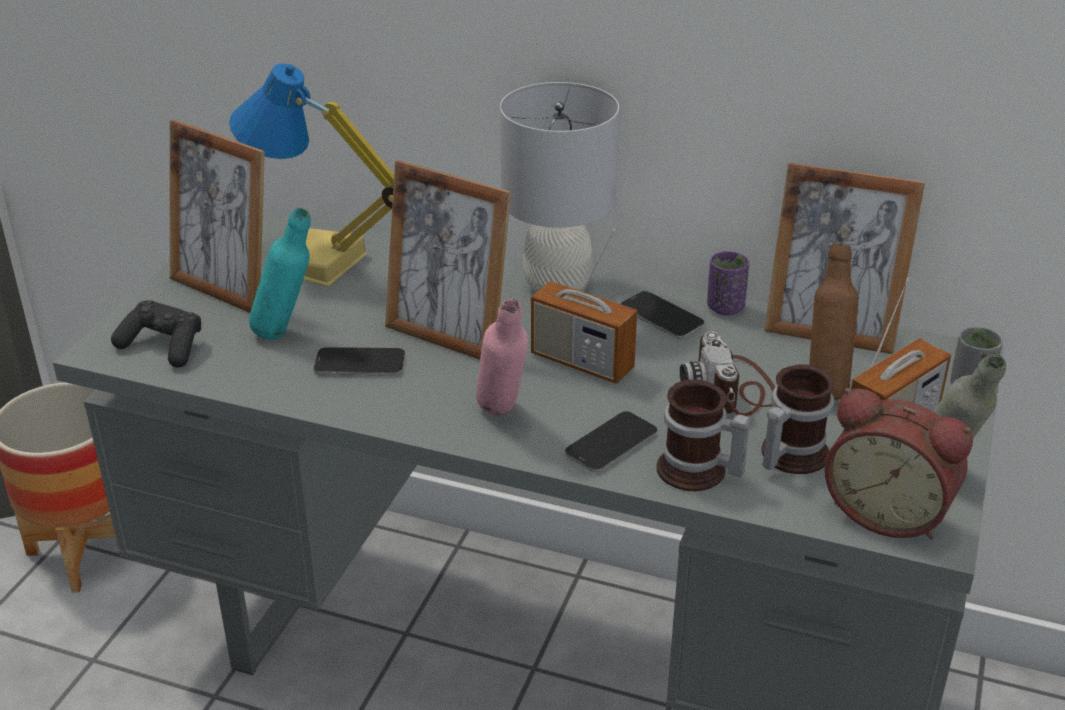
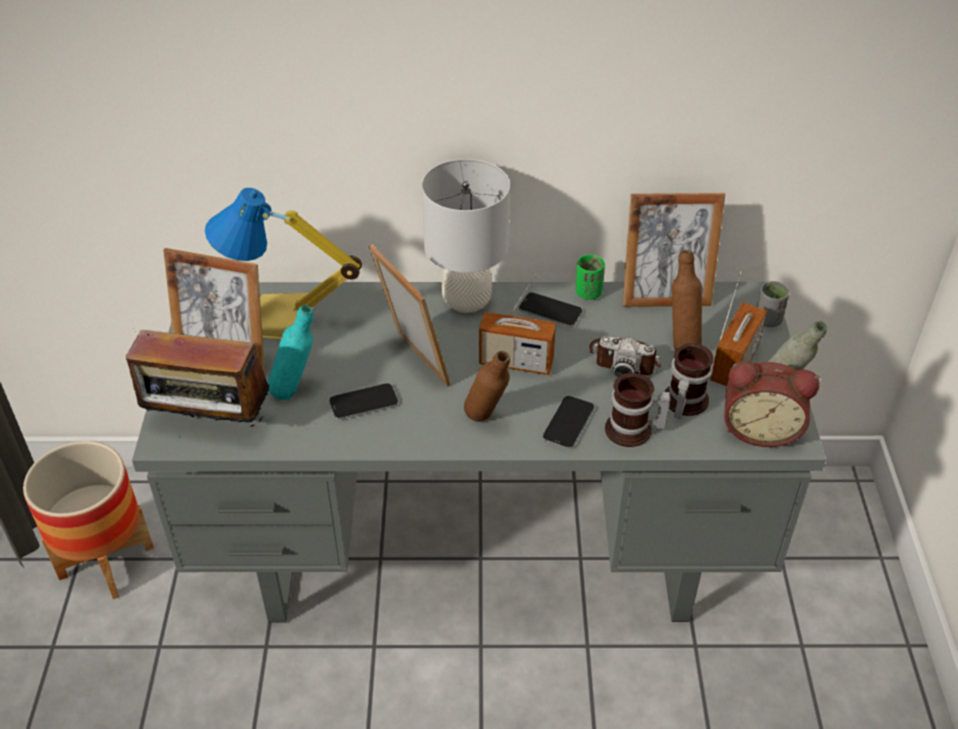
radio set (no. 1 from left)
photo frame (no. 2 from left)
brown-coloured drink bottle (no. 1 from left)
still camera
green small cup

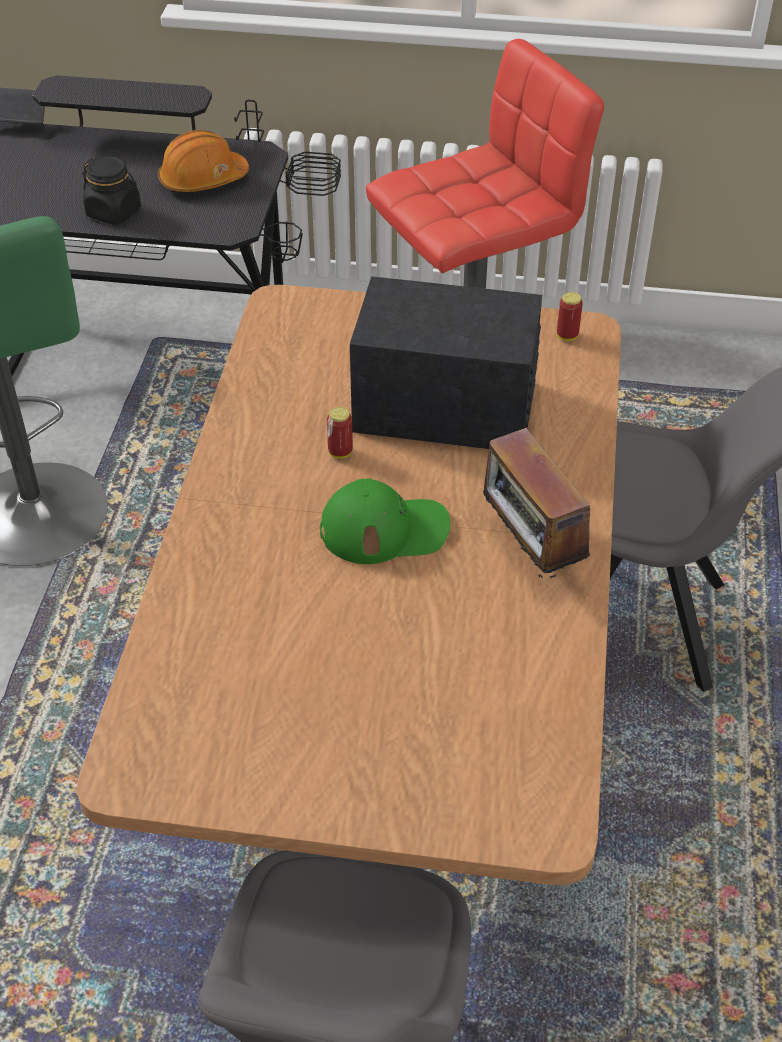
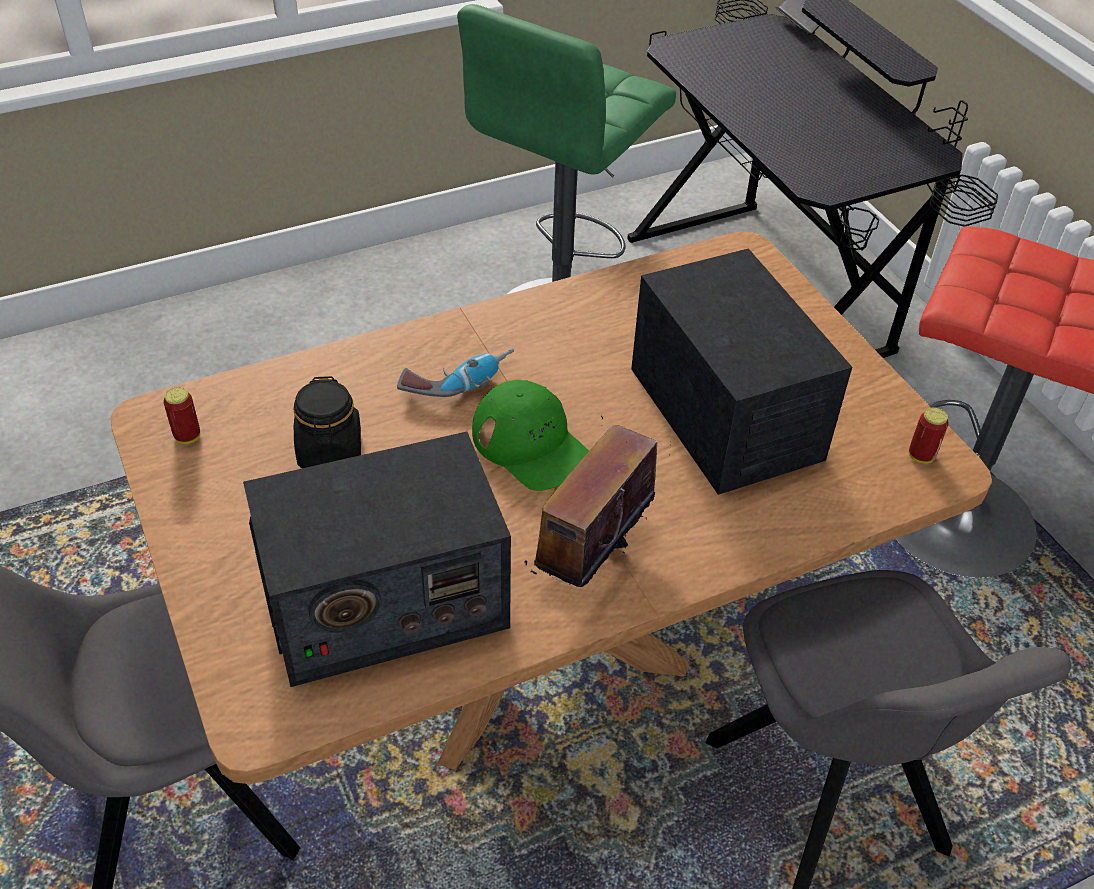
black preserve jar
orange work helmet
metal can (no. 1 from left)
radio set (no. 1 from left)
electric drill

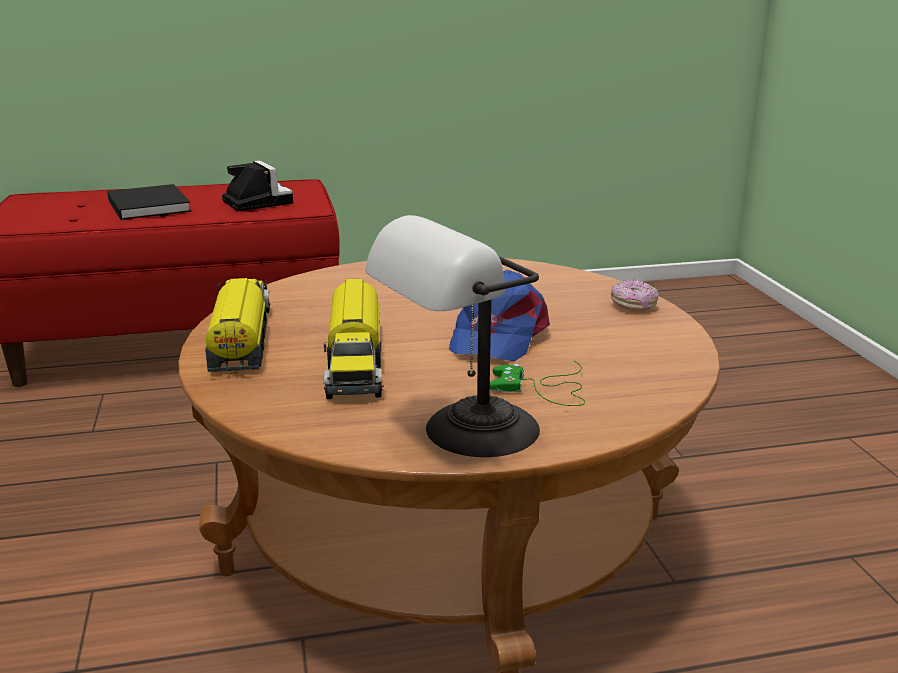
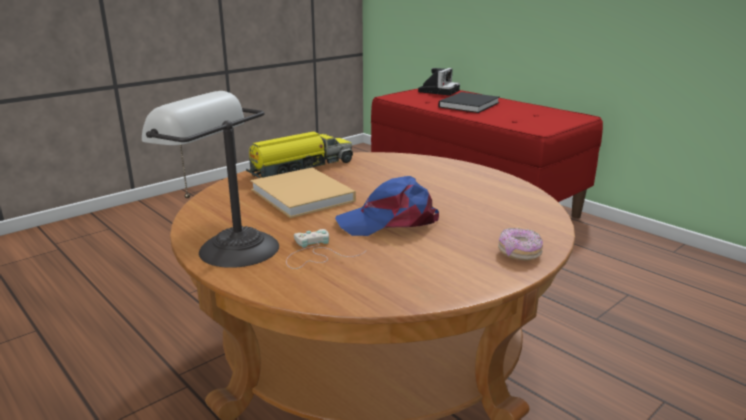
still camera
sand-coloured book
white-coloured joypad

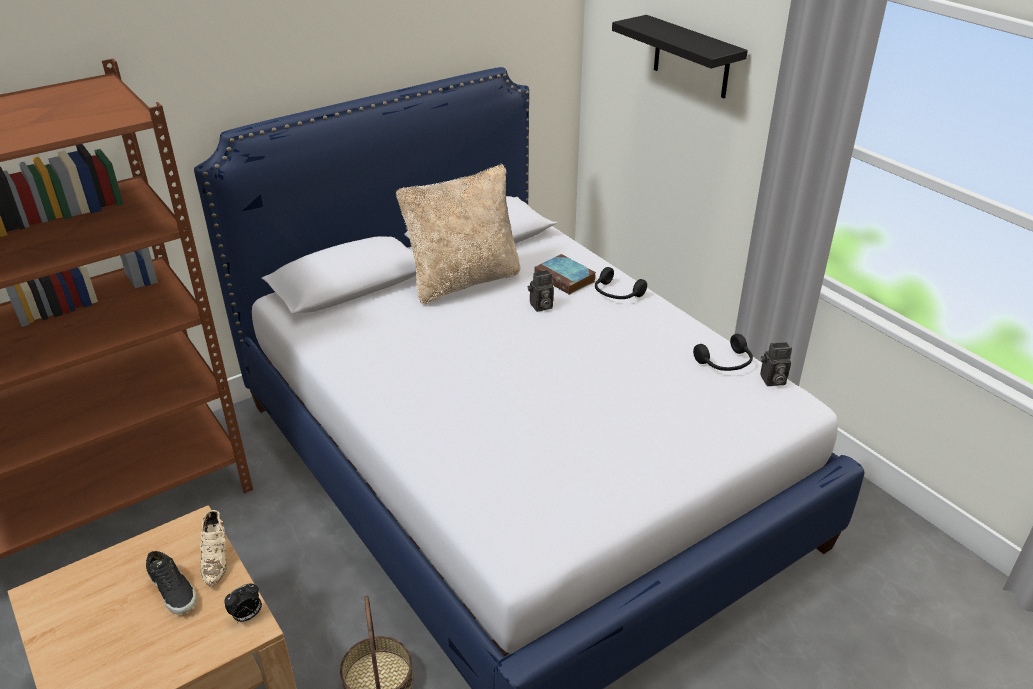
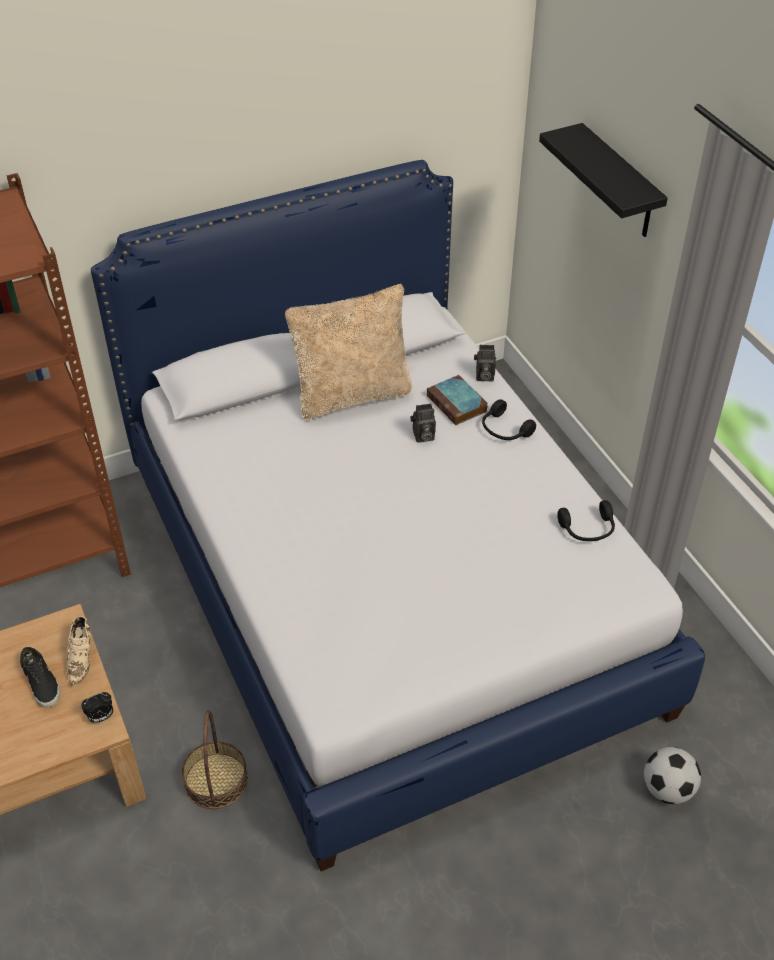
still camera (no. 2 from left)
football

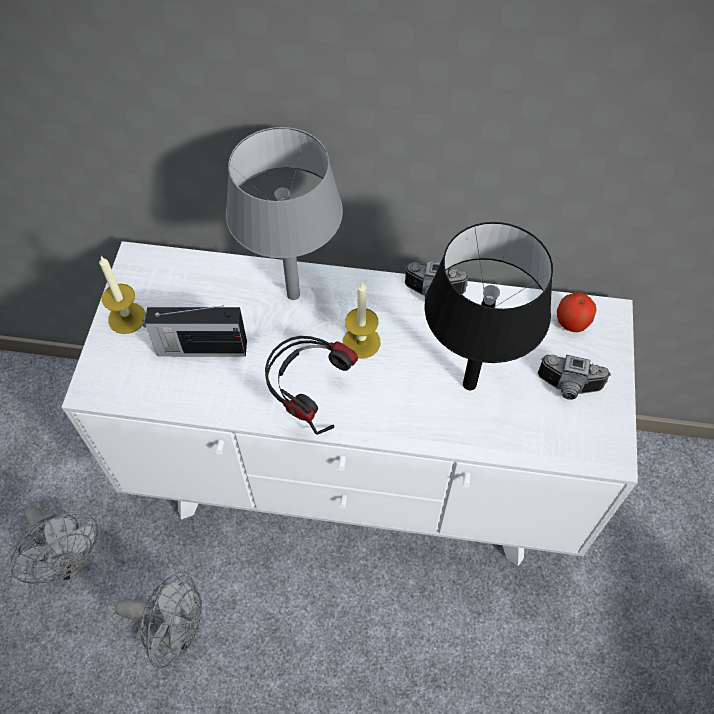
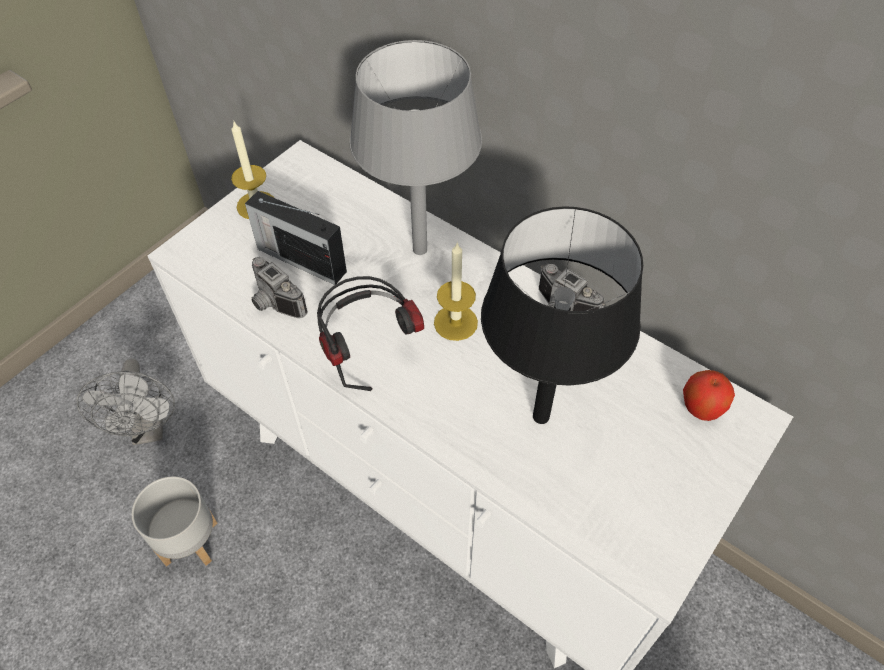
greyish planter
still camera (no. 1 from left)

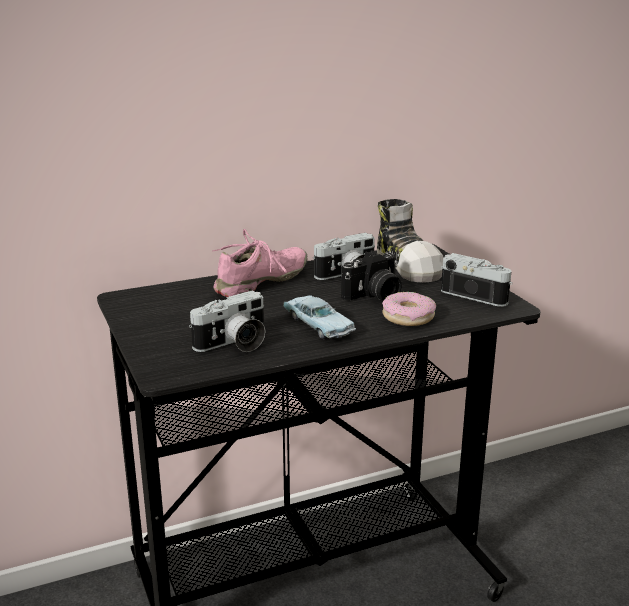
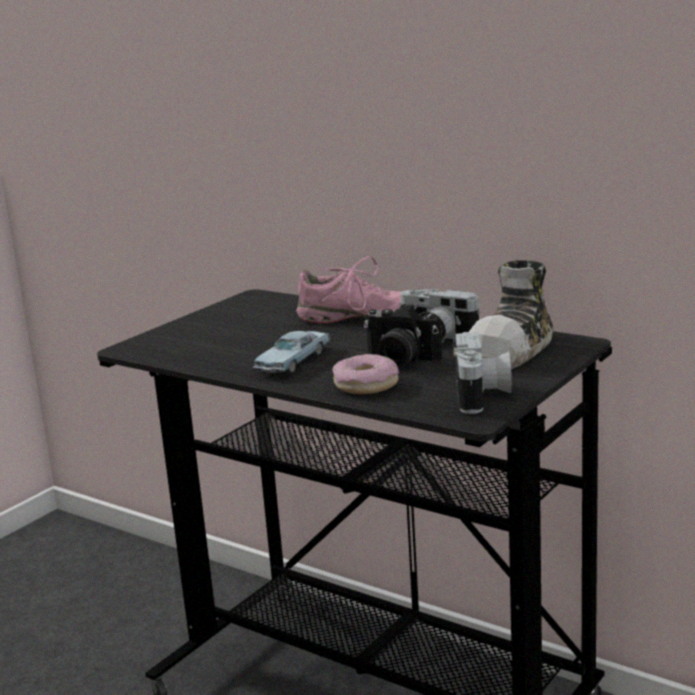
still camera (no. 1 from left in the first image)

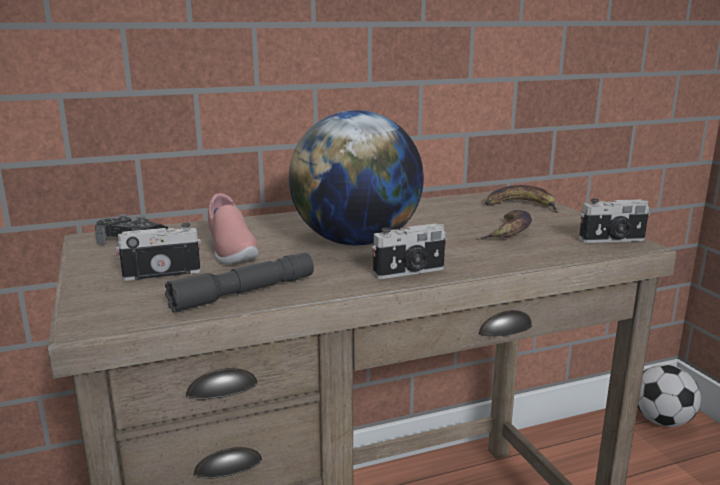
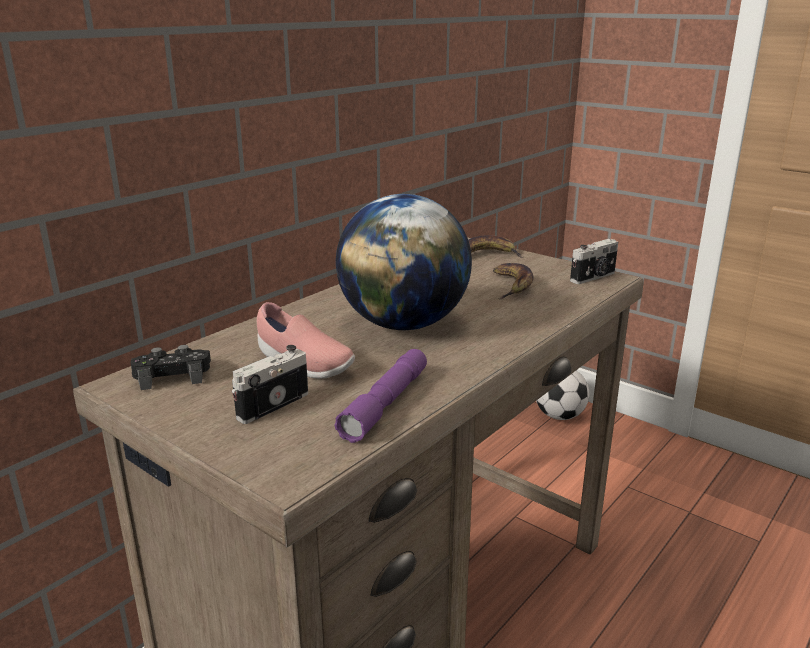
purplish torch
still camera (no. 2 from left in the first image)

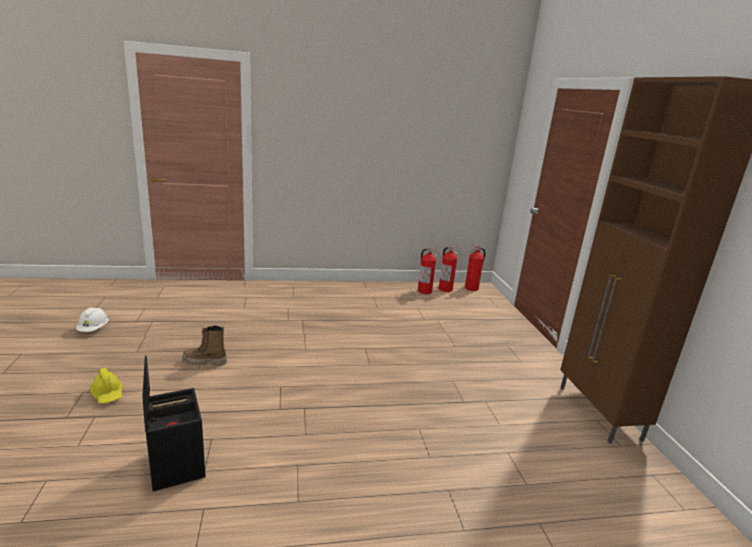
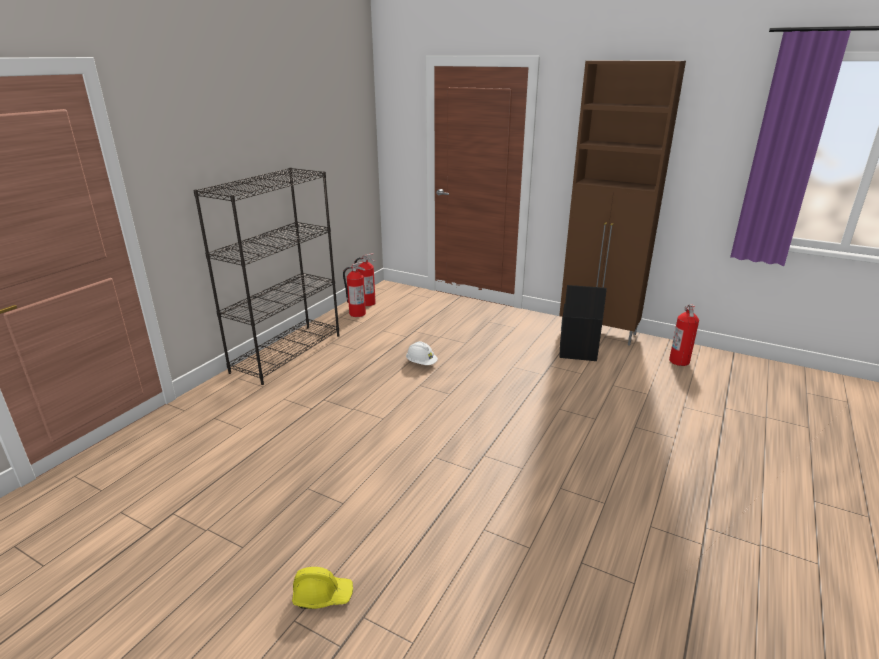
white-coloured work helmet
black storage box
tall boot
fire-fighting cylinder (no. 3 from left)
black bookcase

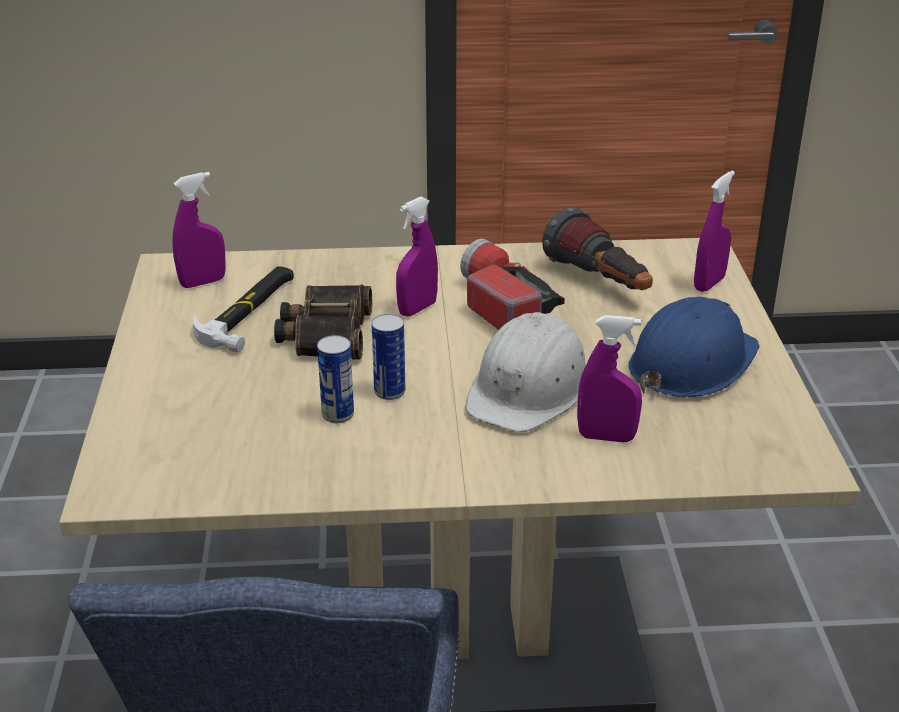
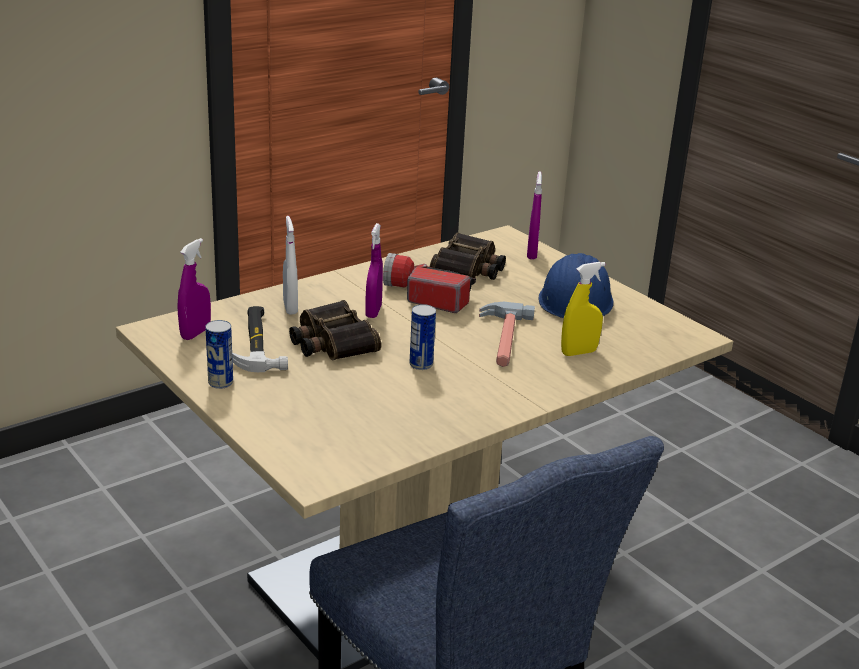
metal can (no. 1 from left)
hand hammer (no. 2 from left)
pair of binoculars (no. 2 from left)
yellow-coloured spray bottle
white-coloured spray bottle

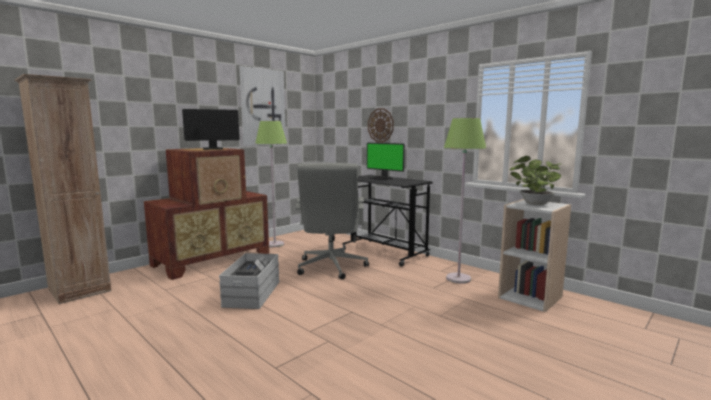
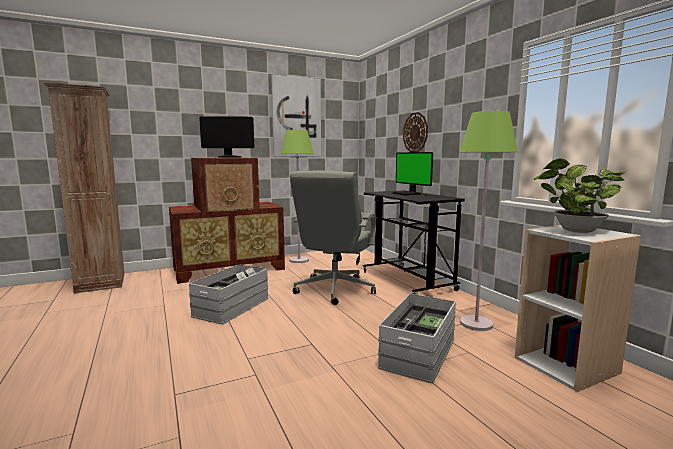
greyish storage box (no. 2 from left)

